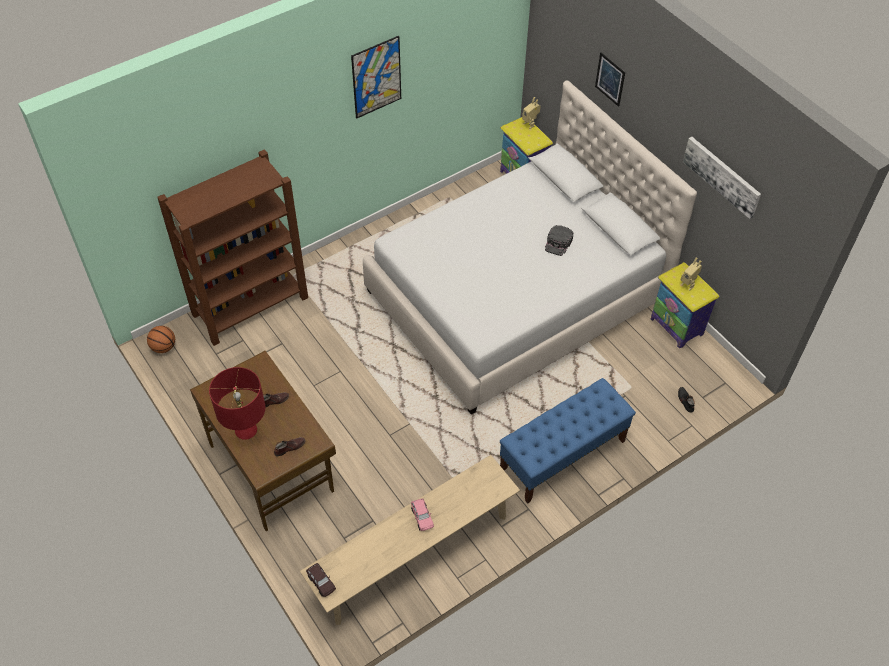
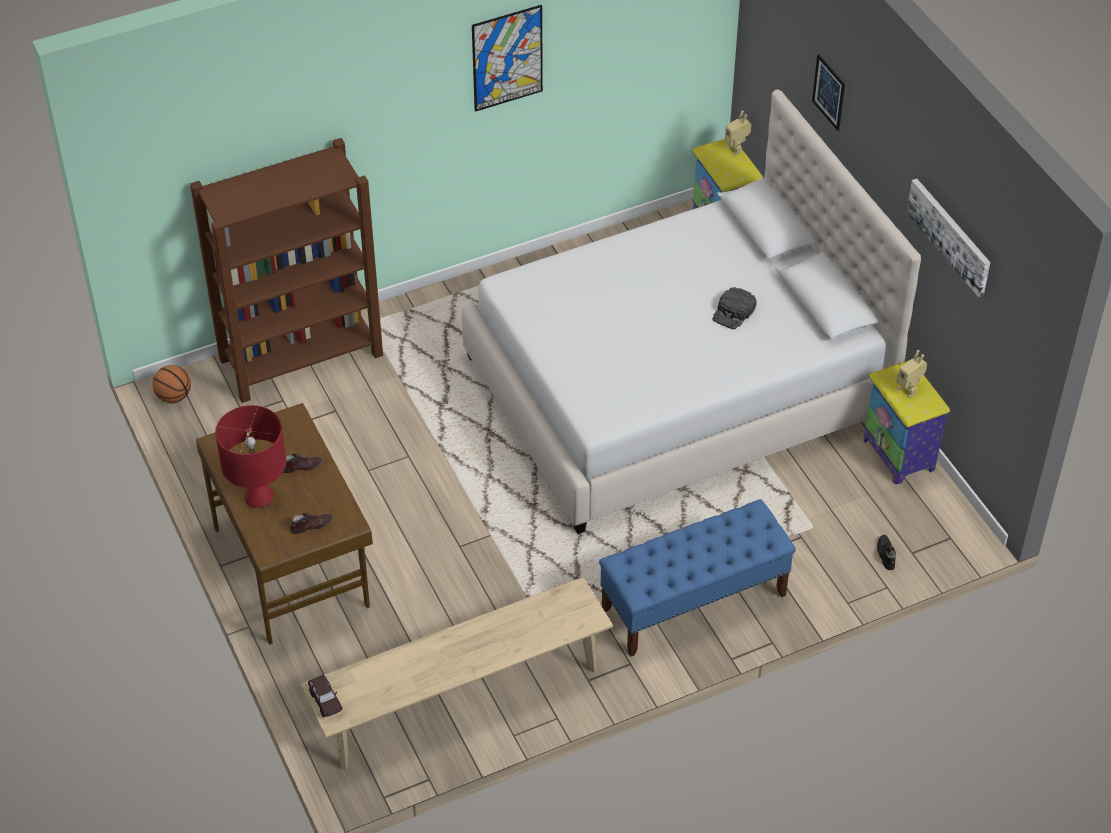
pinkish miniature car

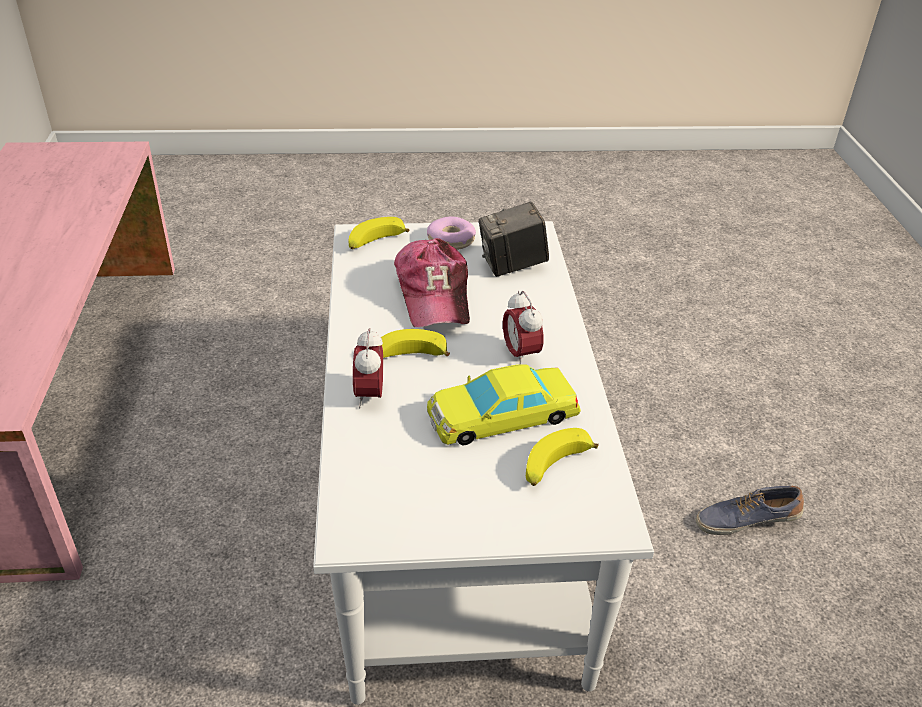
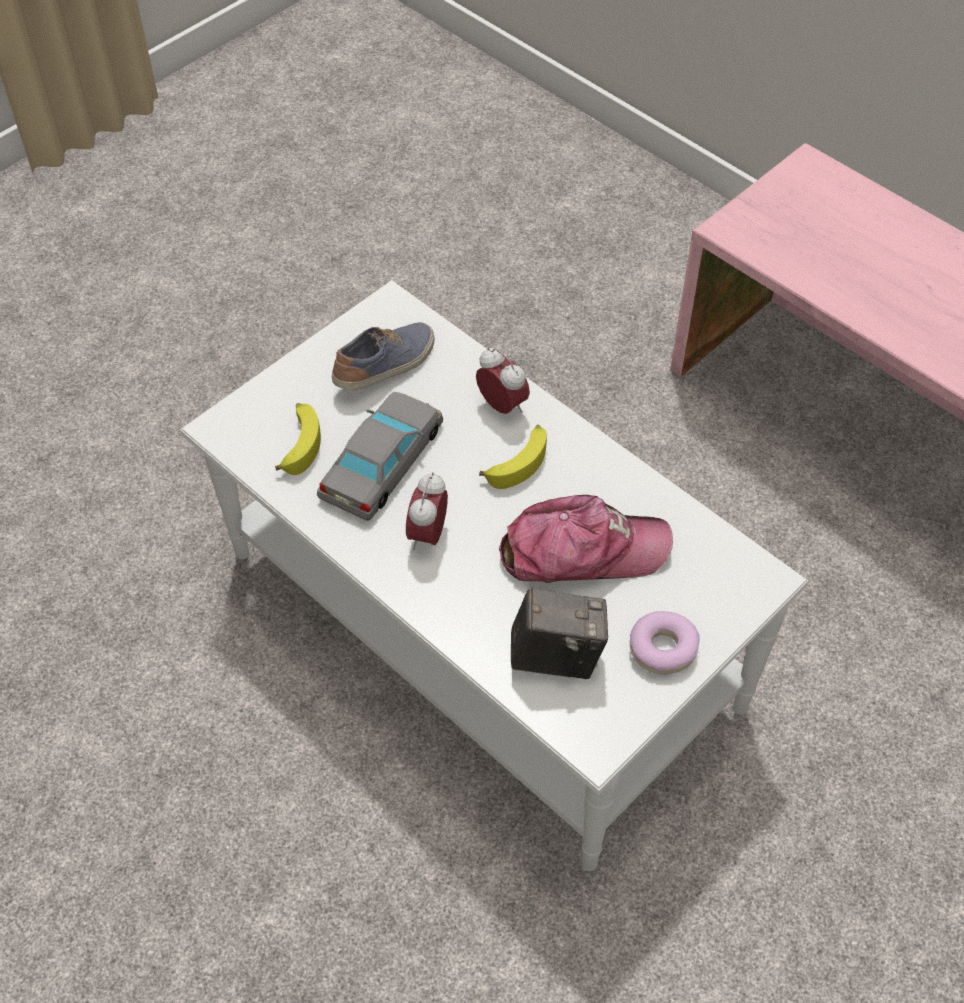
banana (no. 1 from left in the first image)
baseball cap
greyish miniature car
still camera
bedside clock (no. 1 from left)
low shoe

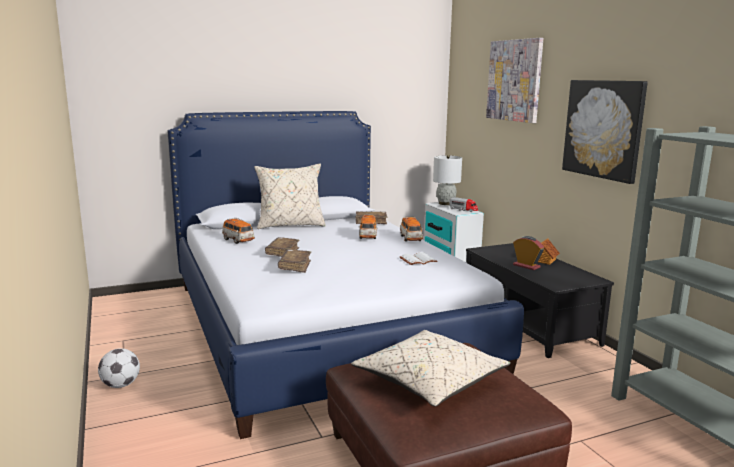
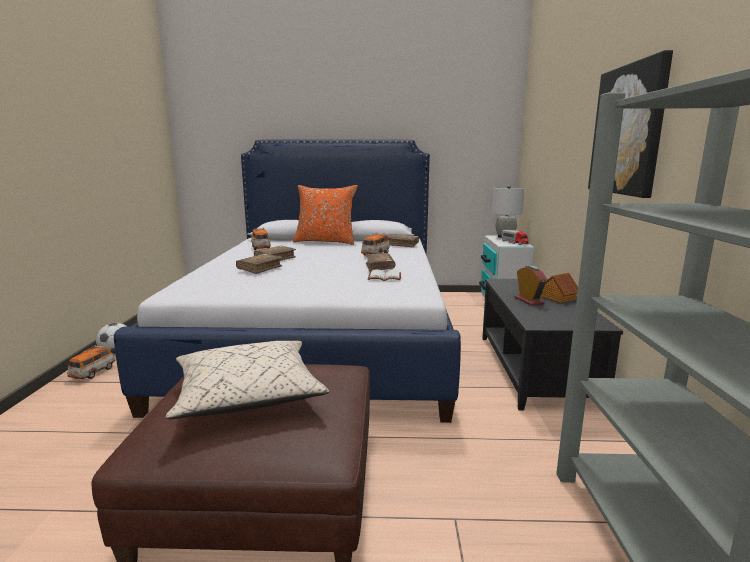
orange throw pillow
miniature car (no. 1 from left)
wall picture (no. 1 from left in the first image)
brown-coloured book (no. 3 from left)

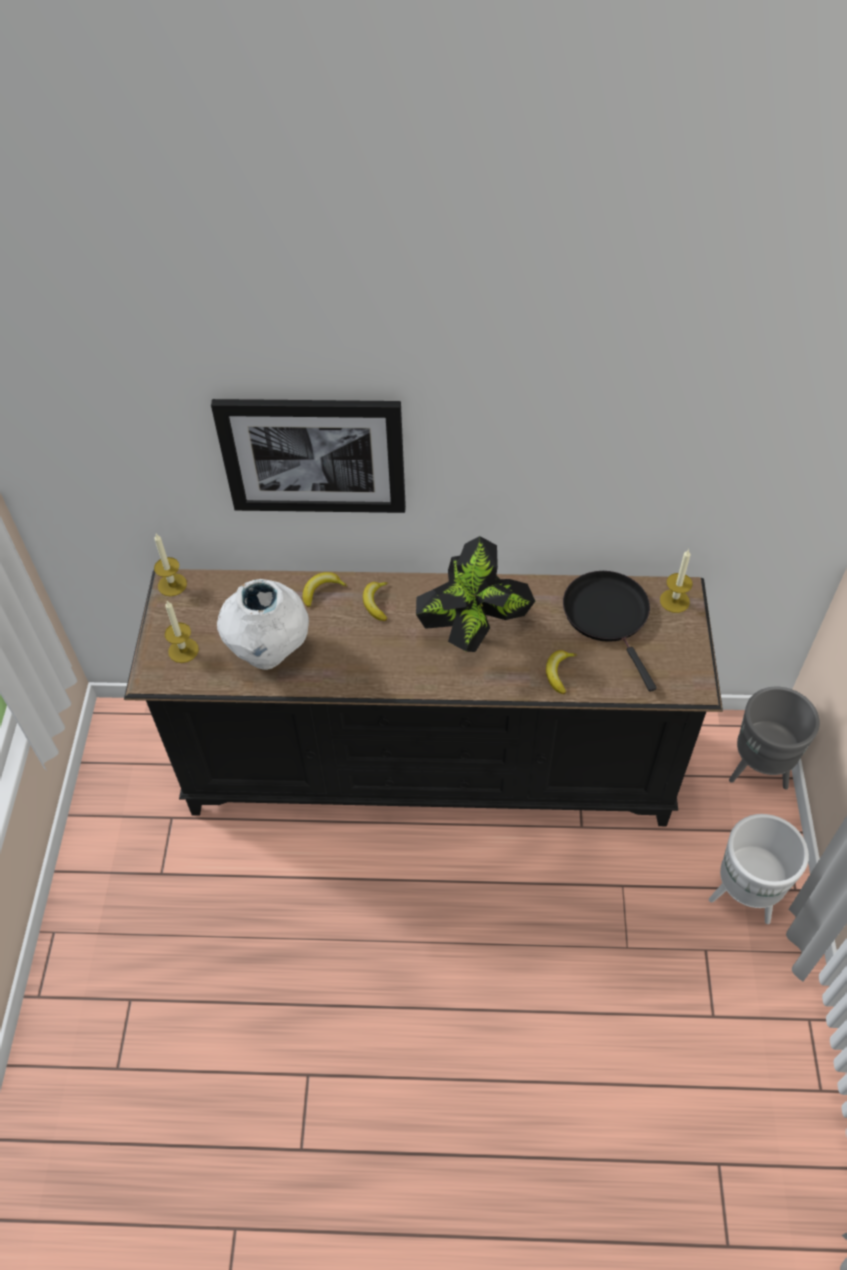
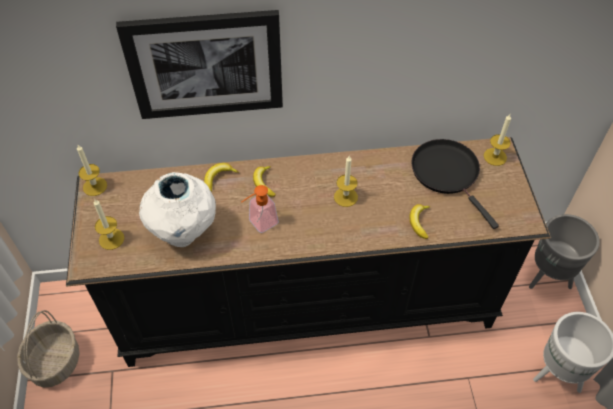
wax candle (no. 3 from left)
household basket
soap dispenser

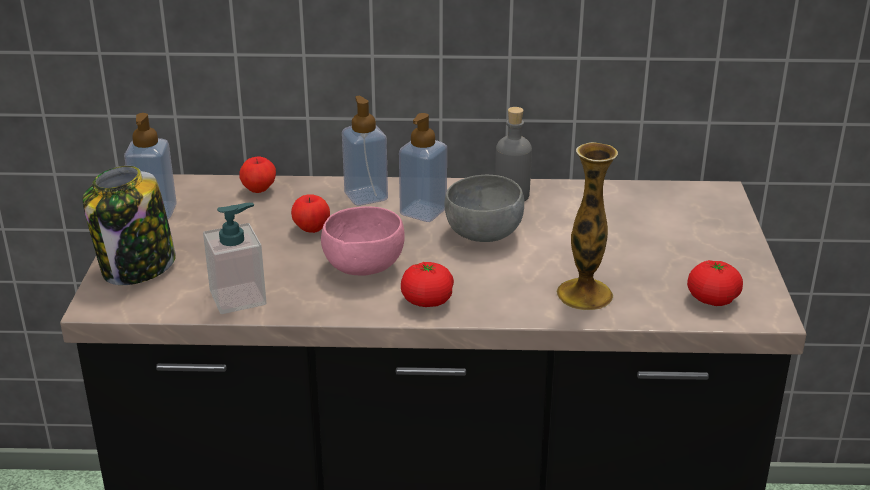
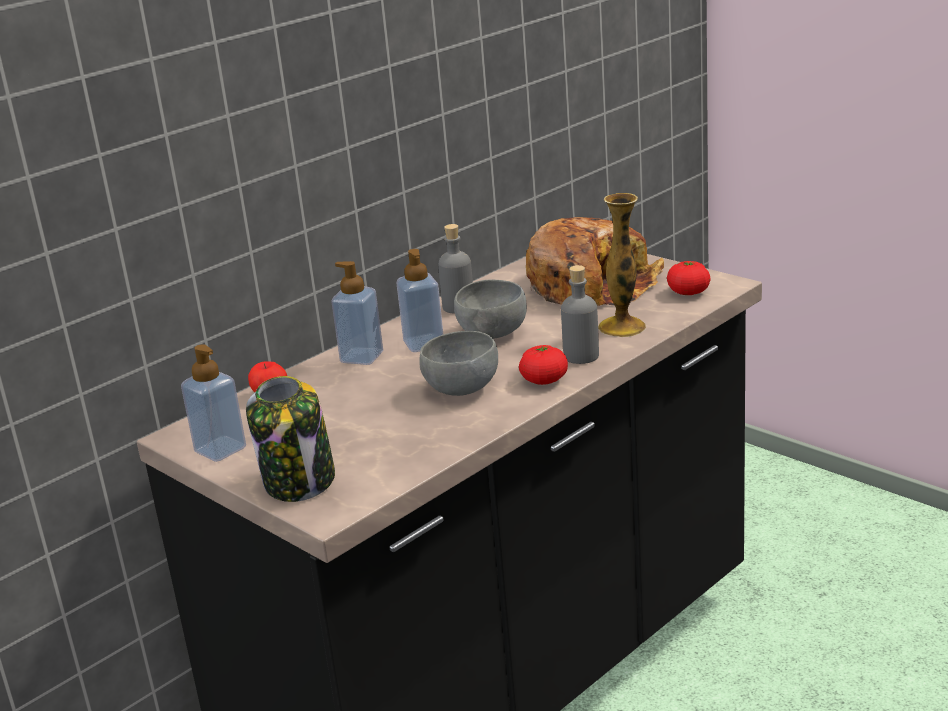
soap dispenser (no. 2 from left in the first image)
apple (no. 2 from left in the first image)
greyish deep dish (no. 1 from left)
baked bread
greyish drink bottle (no. 2 from left)

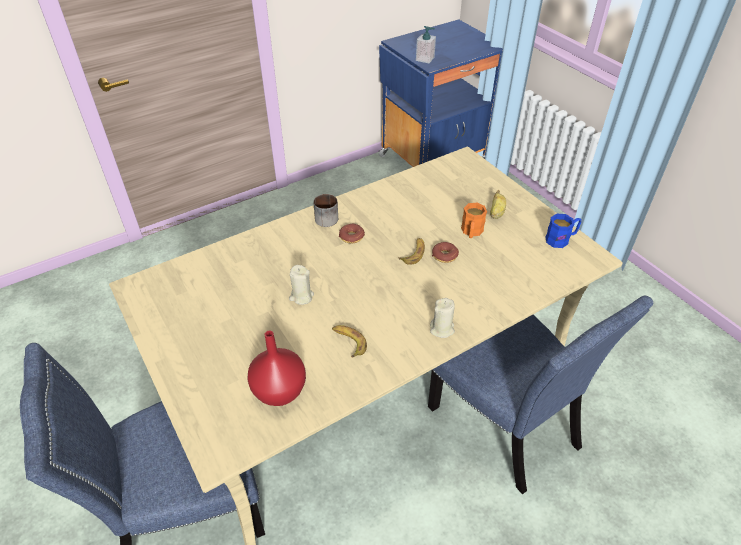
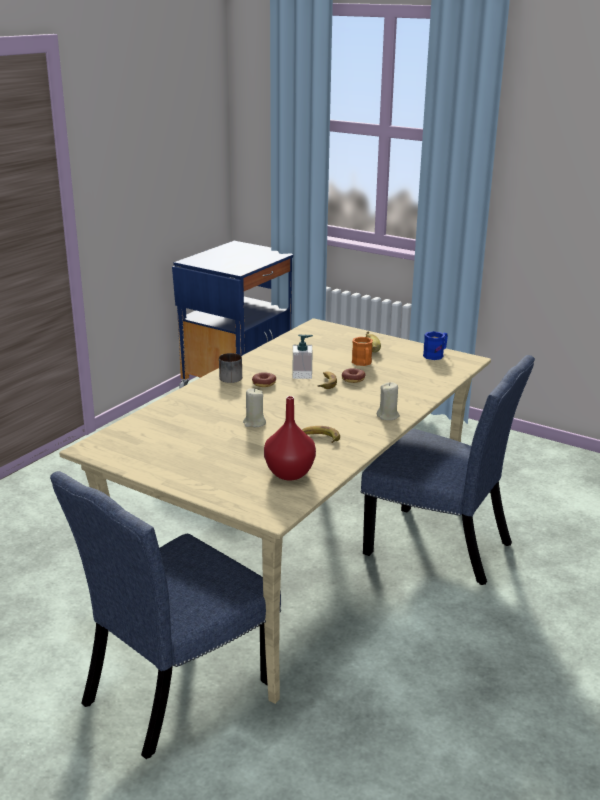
soap dispenser

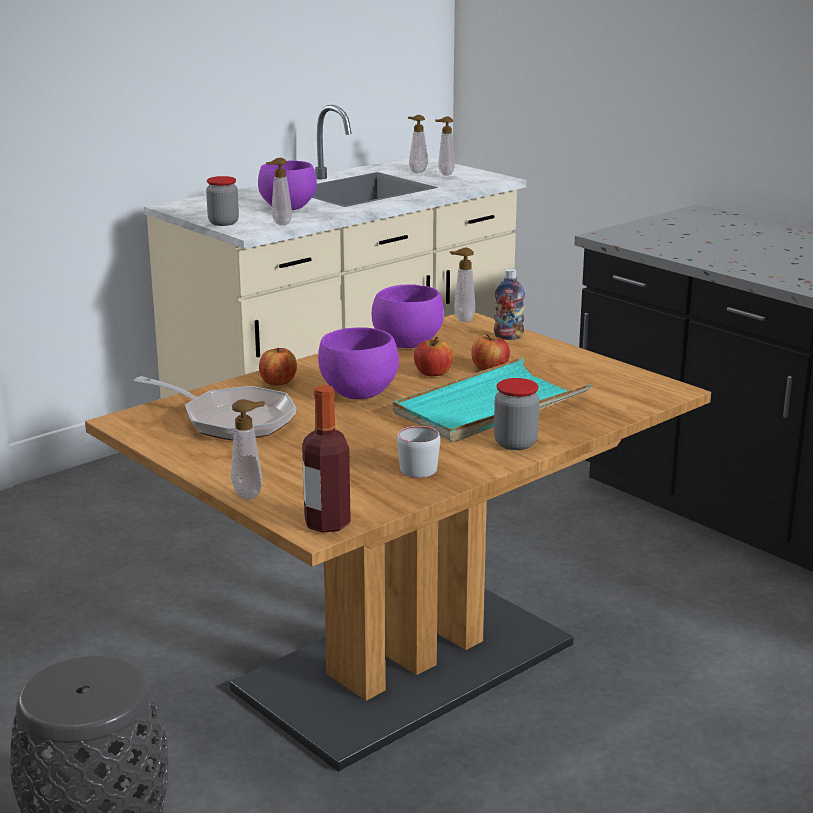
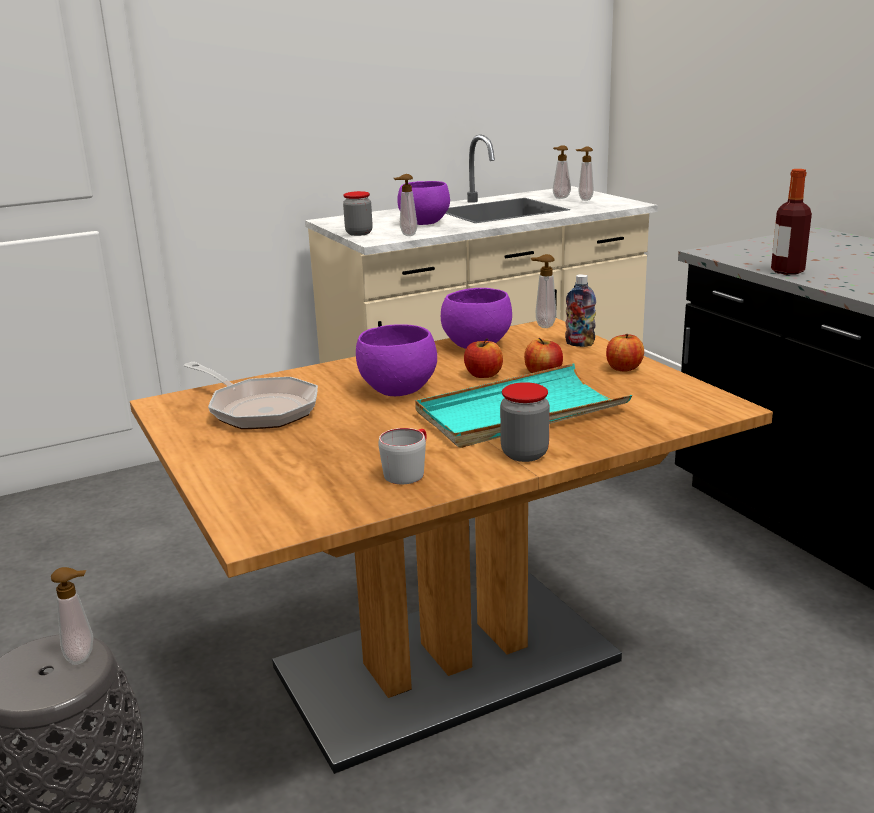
soap dispenser (no. 1 from left)
apple (no. 3 from left)
drink bottle (no. 2 from left)

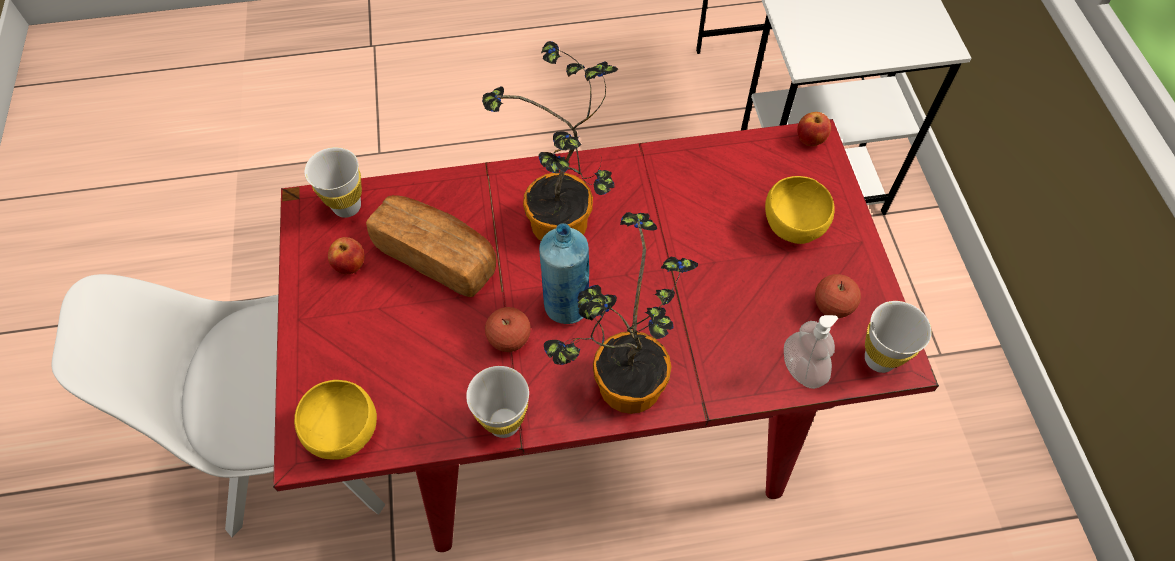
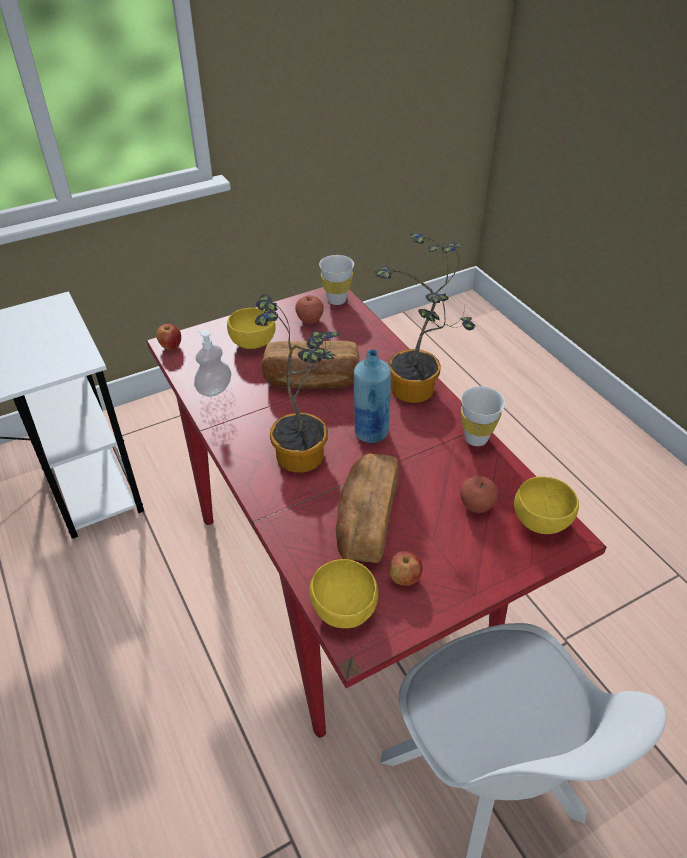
yellow-coloured deep dish (no. 2 from left)
apple (no. 4 from left)
soap dispenser
baked bread (no. 1 from left)

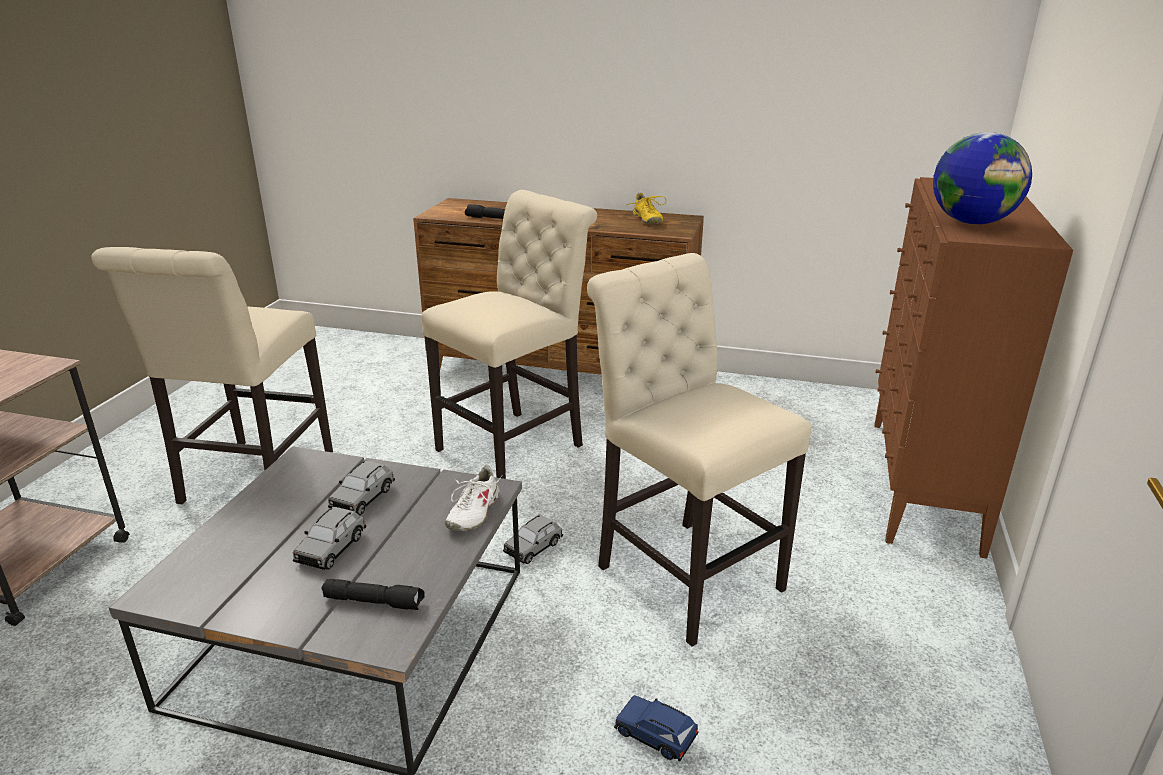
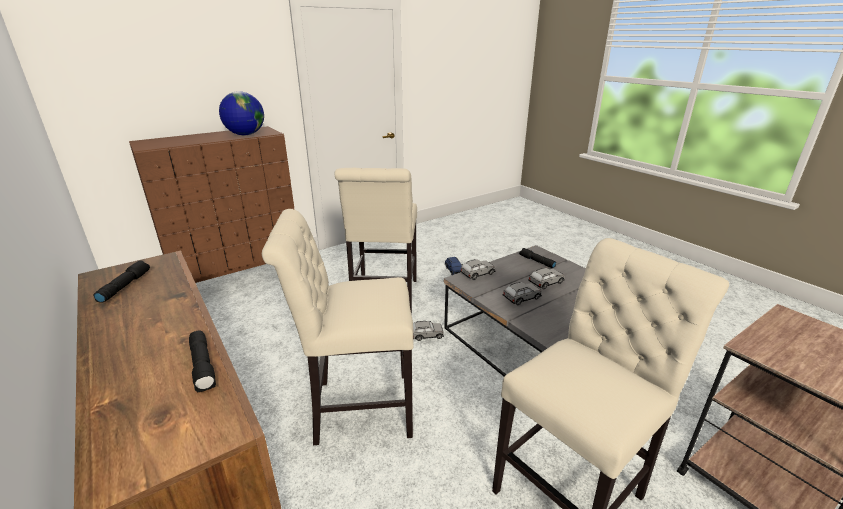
greyish miniature car (no. 2 from left)
black torch (no. 1 from left)

